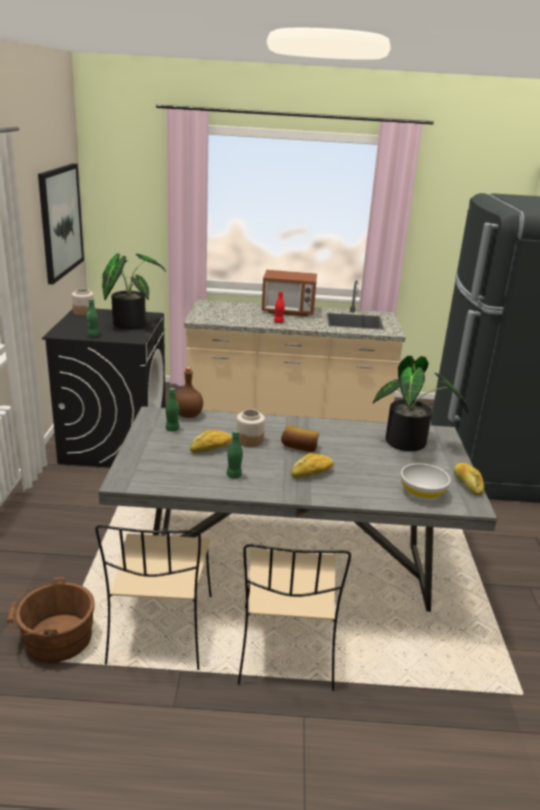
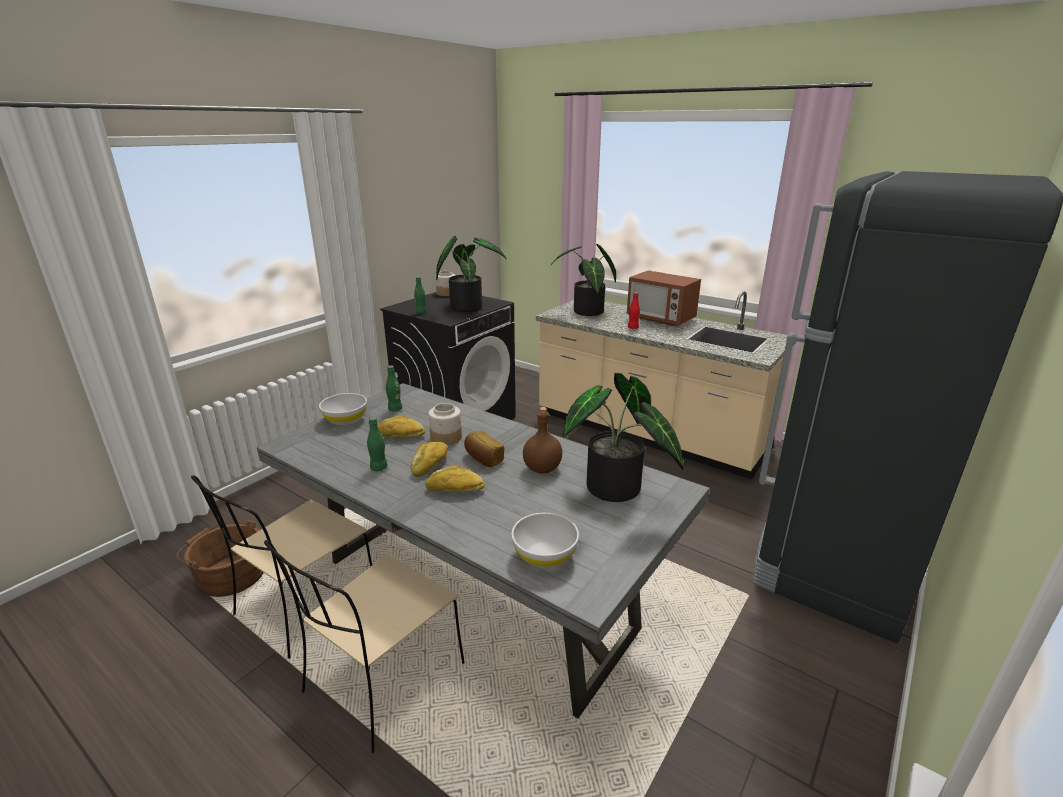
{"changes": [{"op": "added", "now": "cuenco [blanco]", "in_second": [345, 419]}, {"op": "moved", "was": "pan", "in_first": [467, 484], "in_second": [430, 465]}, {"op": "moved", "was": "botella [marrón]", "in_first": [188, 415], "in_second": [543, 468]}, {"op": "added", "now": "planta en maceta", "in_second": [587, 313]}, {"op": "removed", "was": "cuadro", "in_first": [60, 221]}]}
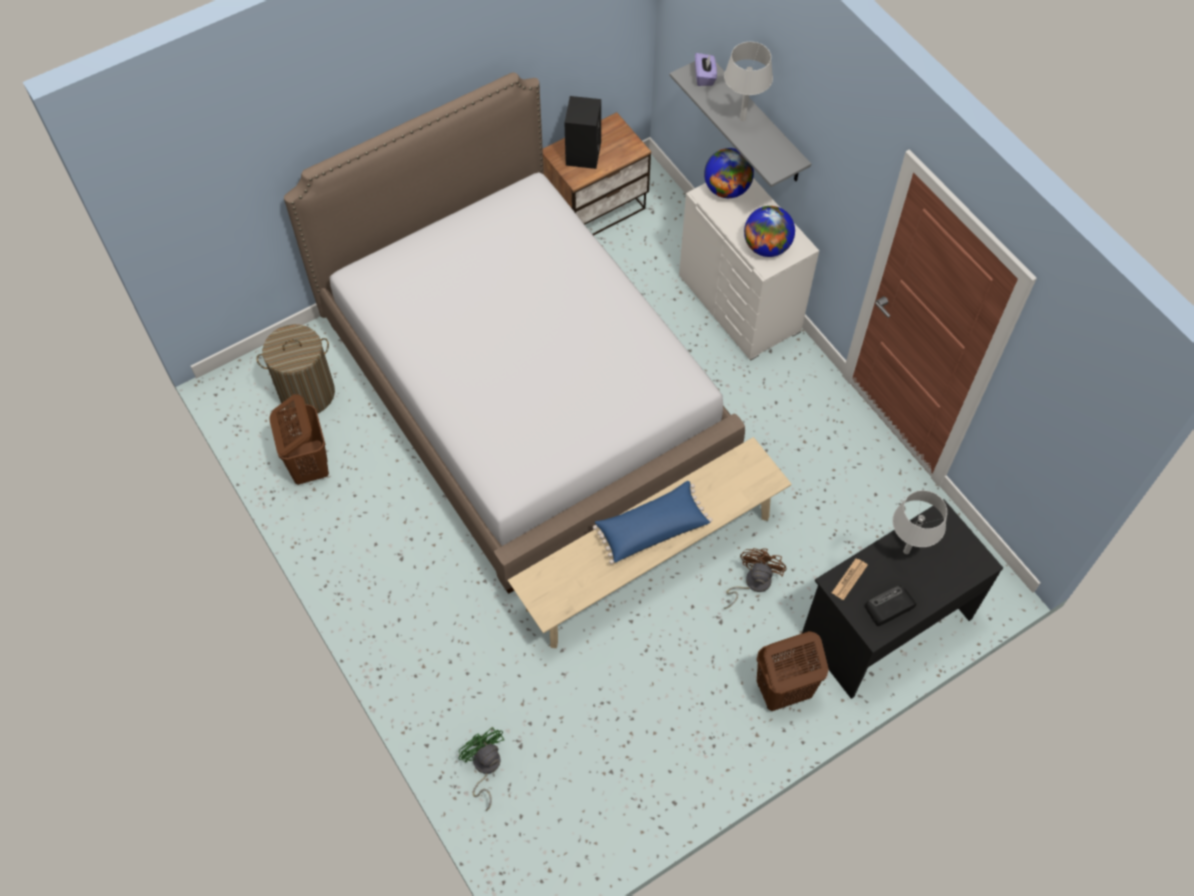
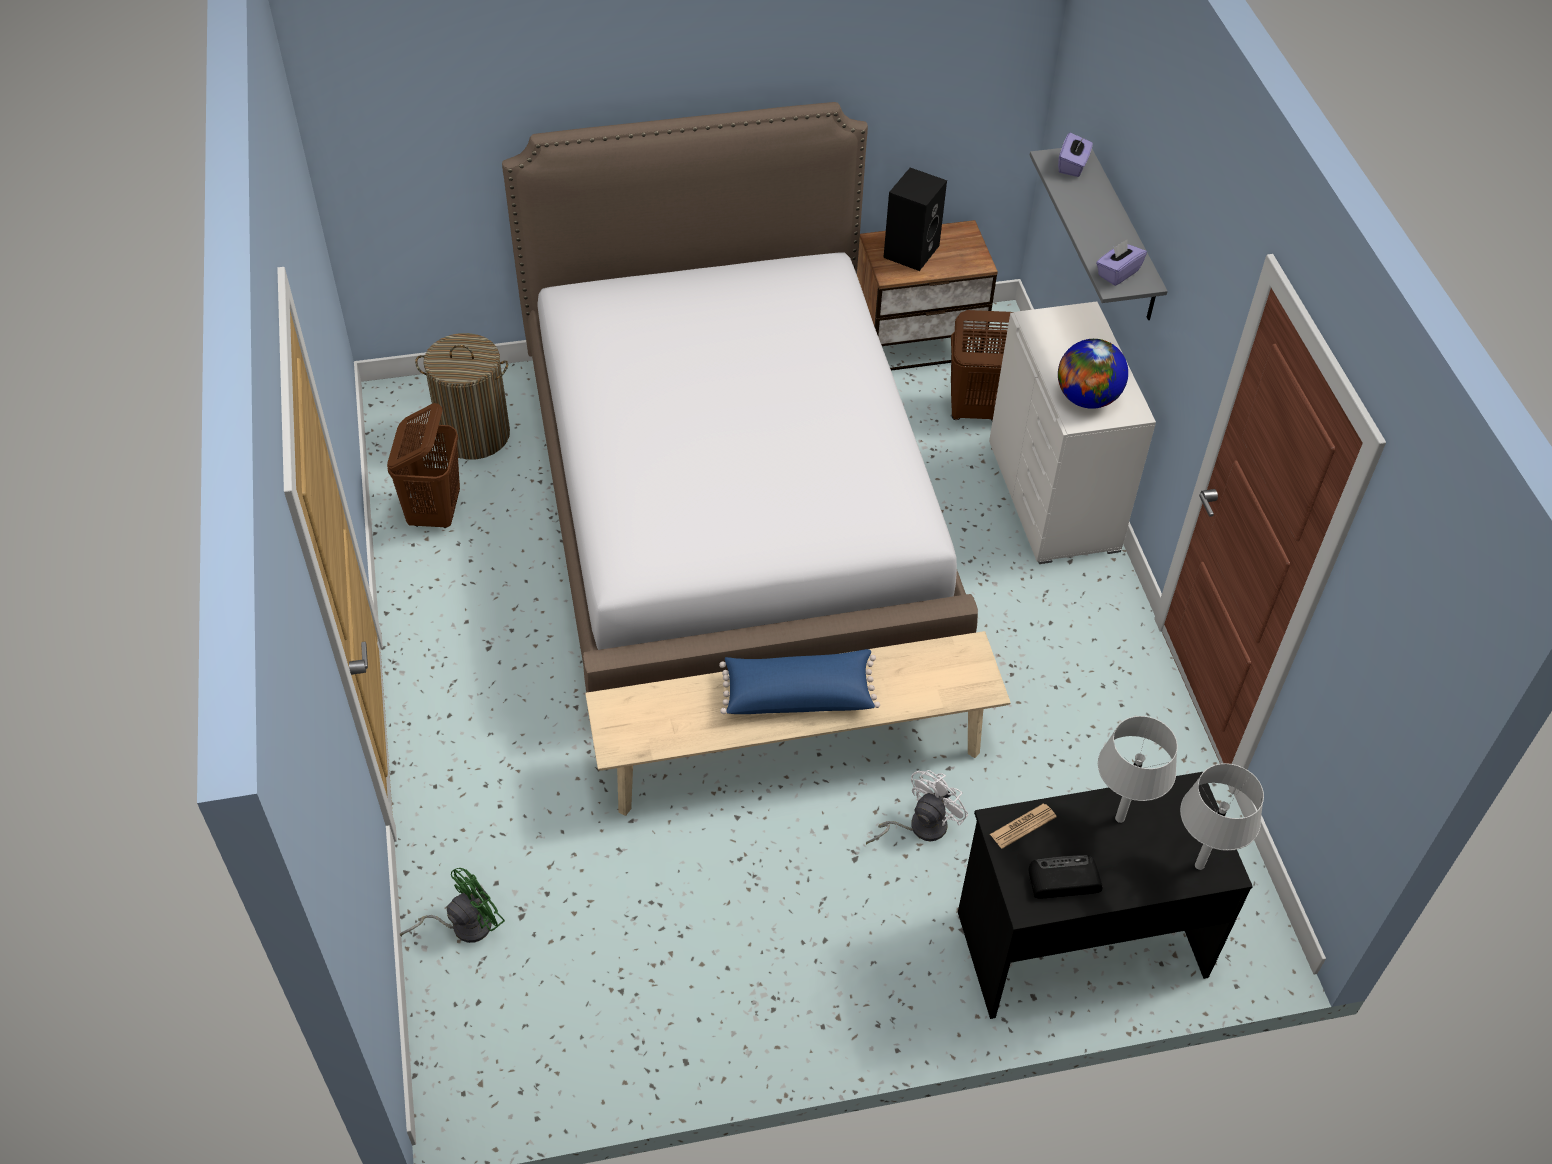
{"changes": [{"op": "turned", "was": "ventilador [verde]", "in_first": [484, 767], "in_second": [463, 925], "clockwise": 60}, {"op": "recoloured", "was": "ventilador [marrón]", "now": "ventilador [blanco]", "in_first": [752, 583], "in_second": [919, 826]}, {"op": "moved", "was": "cesto de la ropa [marrón]", "in_first": [782, 691], "in_second": [976, 411]}, {"op": "added", "now": "caja de pañuelos [morado]", "in_second": [1117, 273]}, {"op": "moved", "was": "lámpara de mesa [gris]", "in_first": [742, 119], "in_second": [1199, 865]}, {"op": "removed", "was": "globo terráqueo", "in_first": [726, 189]}]}
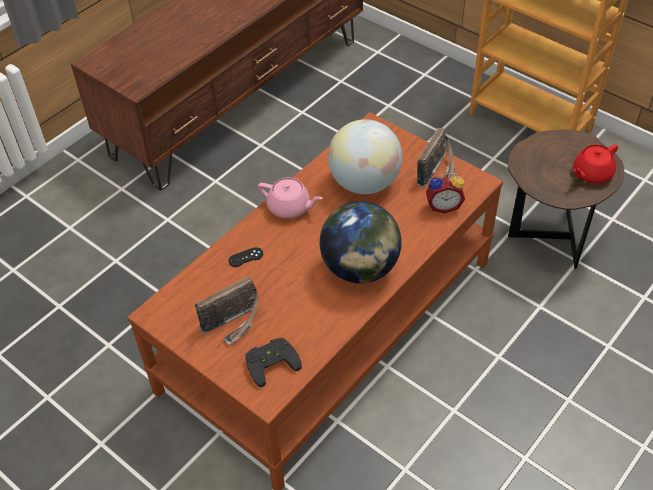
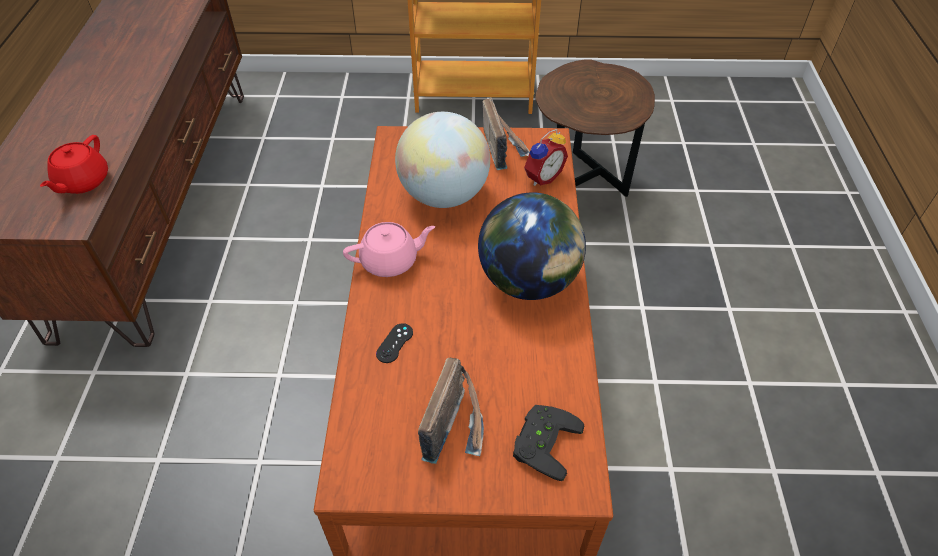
{"changes": [{"op": "moved", "was": "tetera [rojo]", "in_first": [591, 173], "in_second": [82, 182]}]}
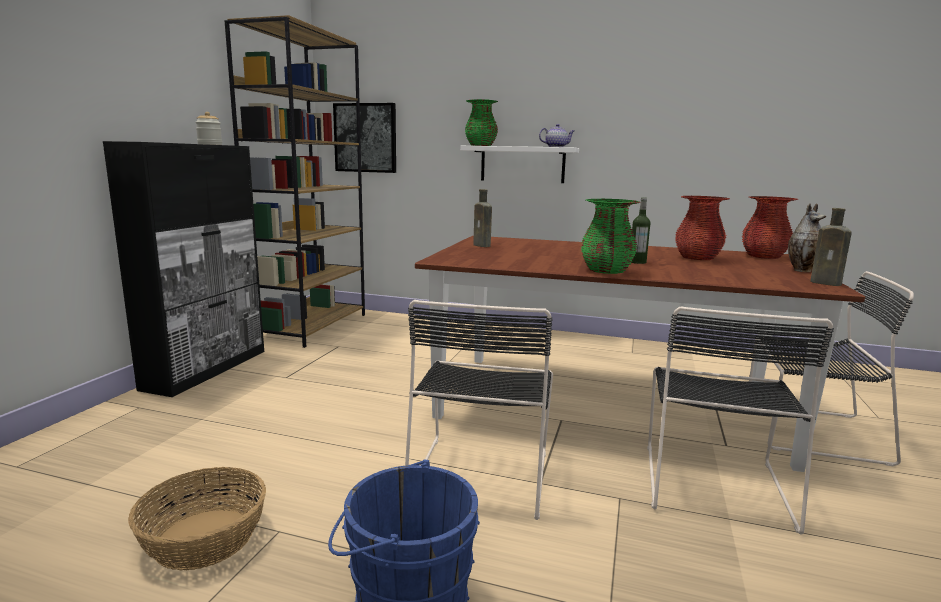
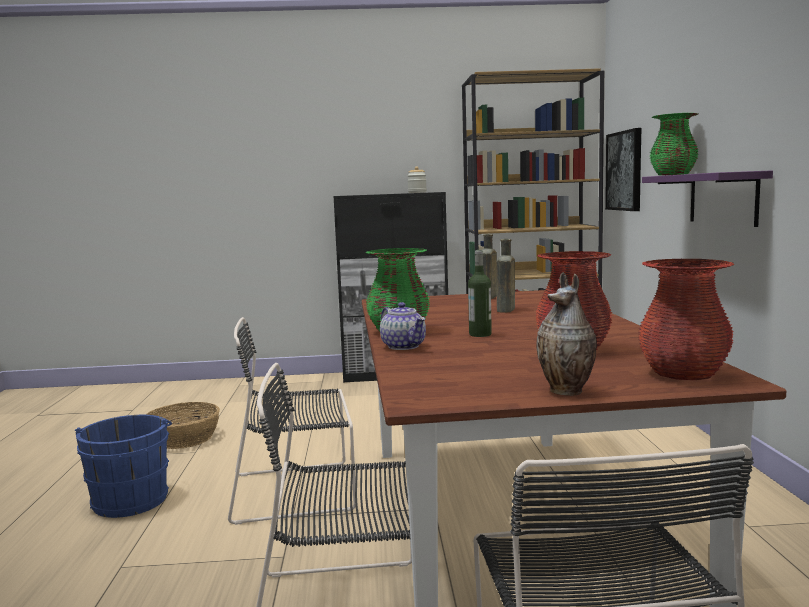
{"changes": [{"op": "moved", "was": "tetera", "in_first": [556, 147], "in_second": [404, 346]}, {"op": "moved", "was": "botella [marrón]", "in_first": [828, 283], "in_second": [505, 310]}, {"op": "recoloured", "was": "estante [blanco]", "now": "estante [morado]", "in_first": [522, 164], "in_second": [723, 198]}]}
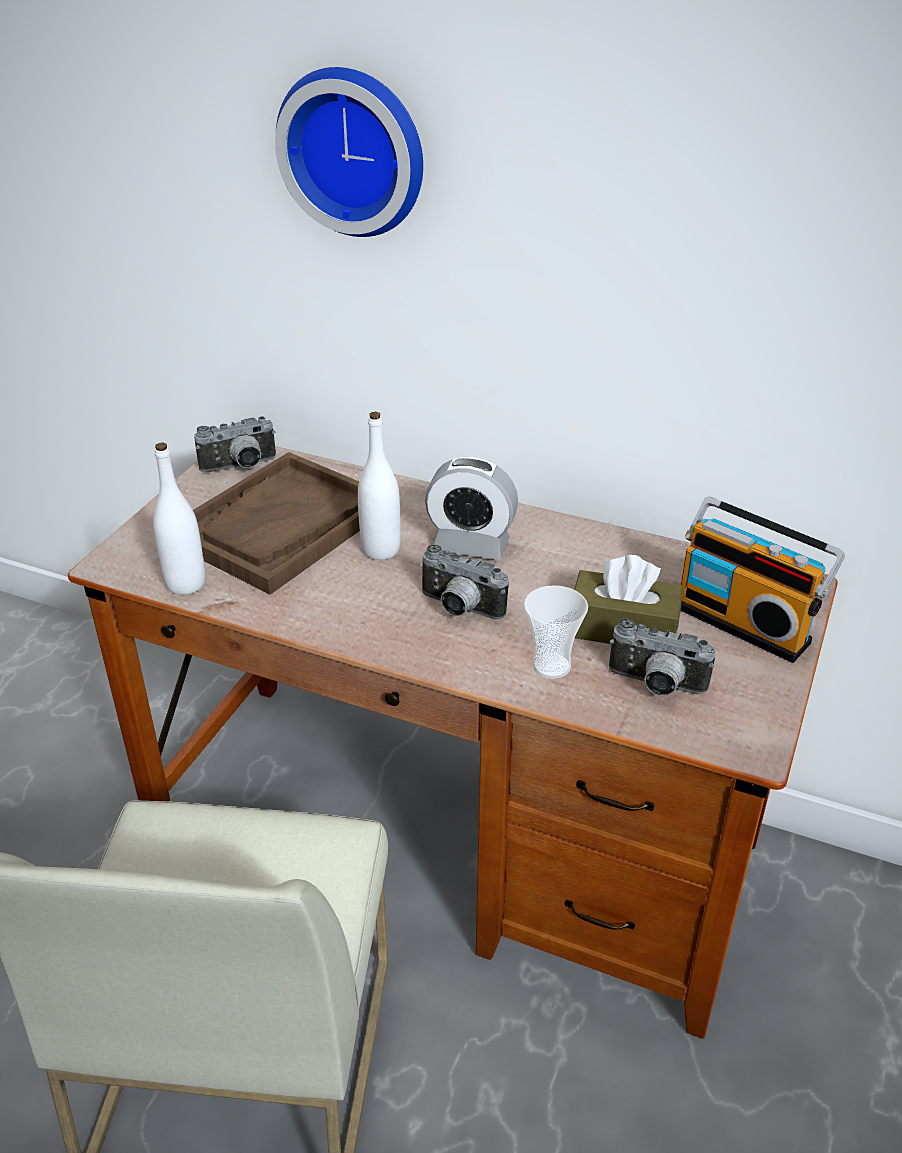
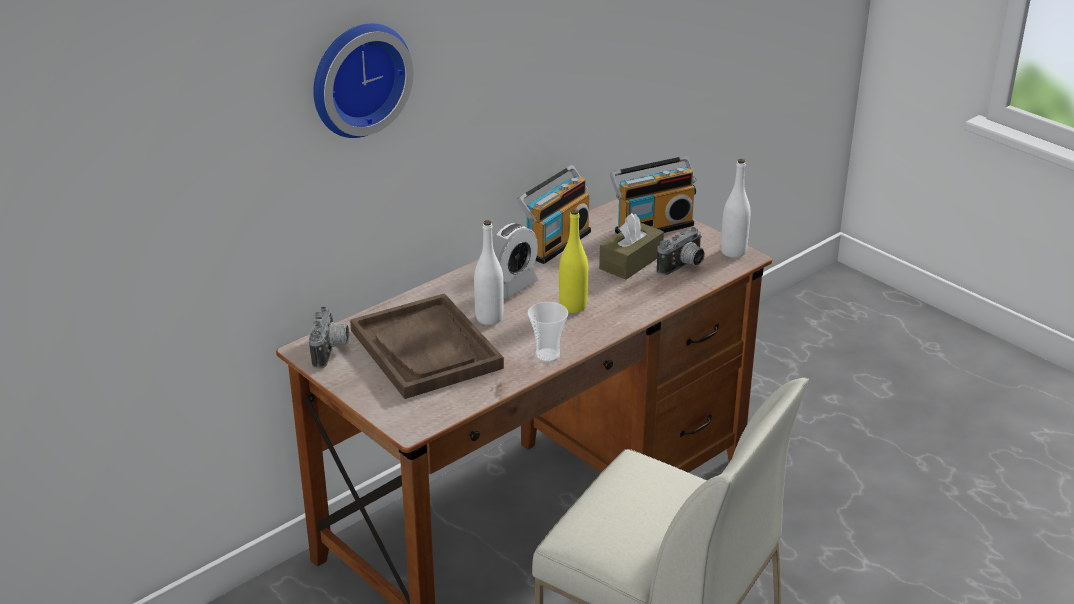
{"changes": [{"op": "added", "now": "radio", "in_second": [555, 243]}, {"op": "moved", "was": "taza", "in_first": [551, 666], "in_second": [547, 355]}, {"op": "replaced", "was": "cámara", "now": "botella [amarillo]", "in_first": [458, 609], "in_second": [573, 306]}, {"op": "moved", "was": "botella [blanco]", "in_first": [185, 584], "in_second": [733, 252]}]}
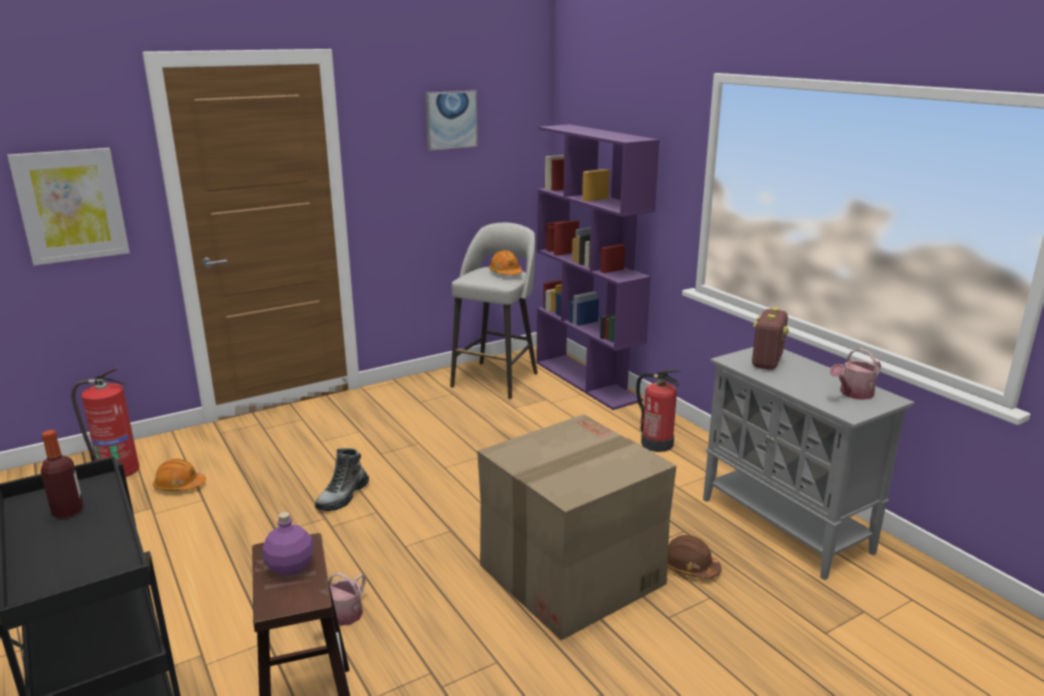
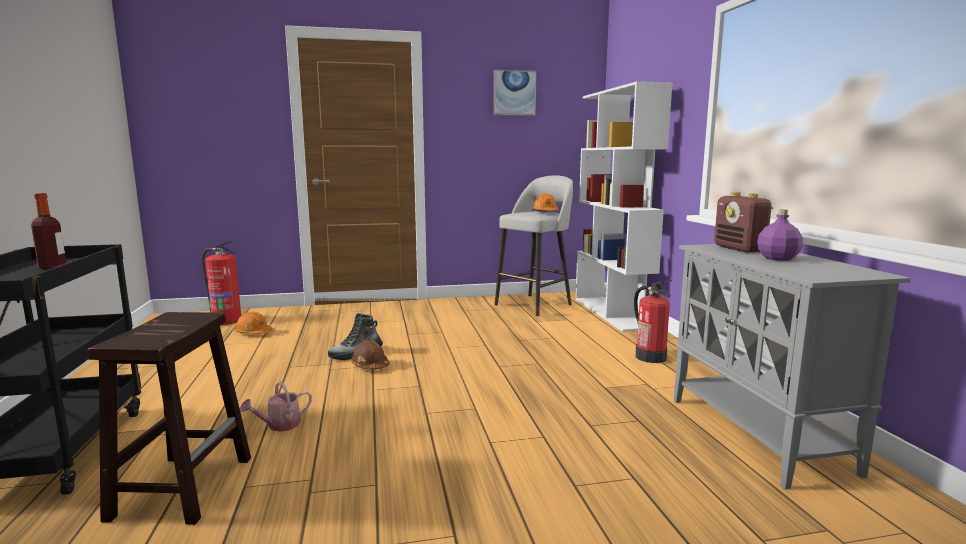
{"changes": [{"op": "moved", "was": "casco [marrón]", "in_first": [689, 567], "in_second": [370, 365]}, {"op": "recoloured", "was": "estantería [morado]", "now": "estantería [blanco]", "in_first": [588, 381], "in_second": [612, 313]}, {"op": "turned", "was": "radio", "in_first": [766, 361], "in_second": [739, 249], "clockwise": 120}, {"op": "moved", "was": "botella [morado]", "in_first": [291, 566], "in_second": [778, 258]}, {"op": "removed", "was": "cuadro", "in_first": [71, 205]}, {"op": "removed", "was": "caja de cartón", "in_first": [570, 575]}, {"op": "removed", "was": "regadera", "in_first": [853, 394]}]}
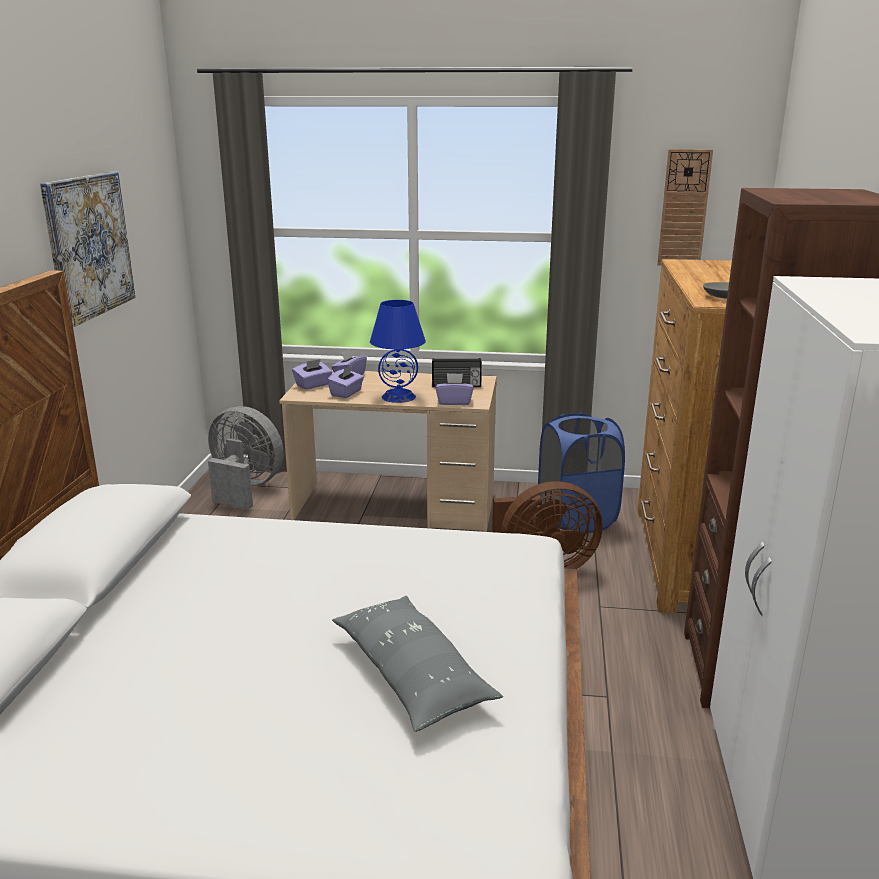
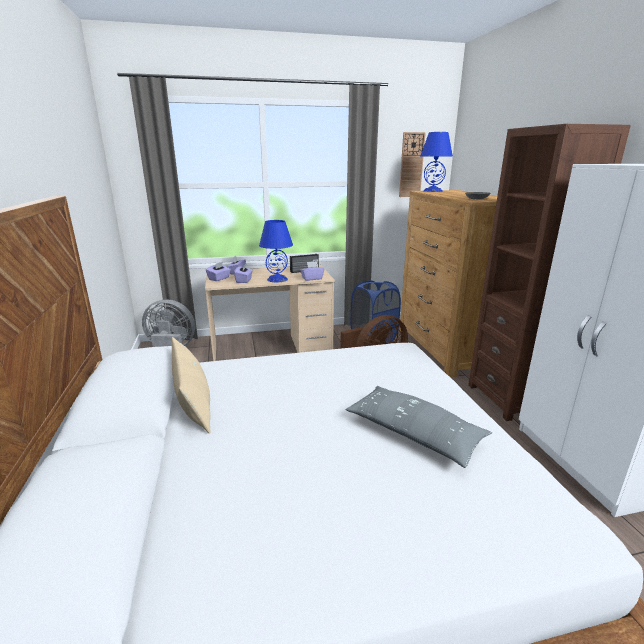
{"changes": [{"op": "added", "now": "cojín [beis]", "in_second": [193, 402]}, {"op": "added", "now": "lámpara de mesa [azul]", "in_second": [433, 191]}, {"op": "removed", "was": "cuadro", "in_first": [88, 246]}]}
